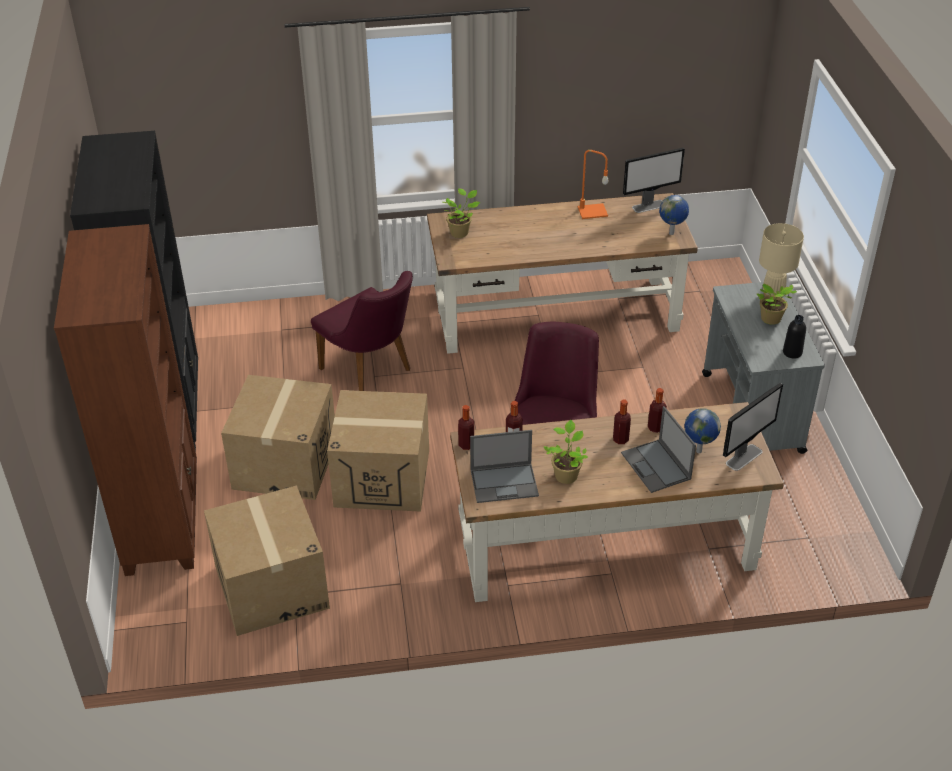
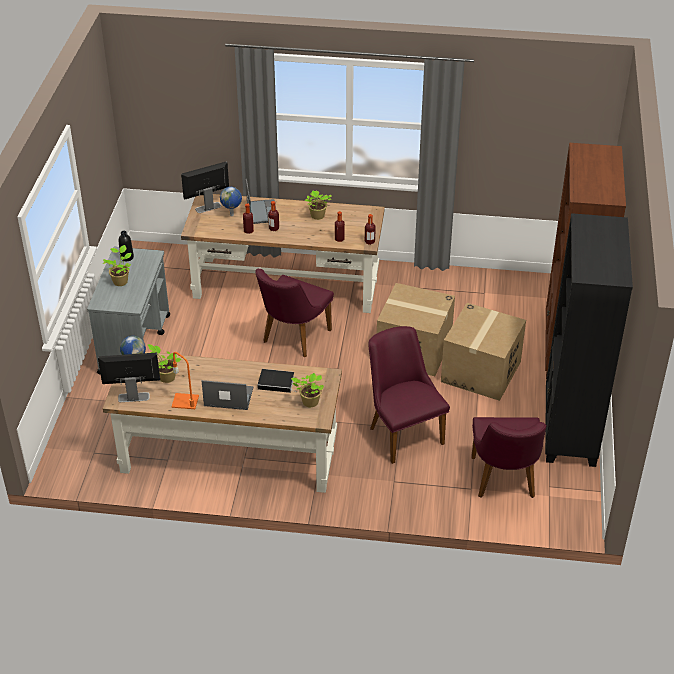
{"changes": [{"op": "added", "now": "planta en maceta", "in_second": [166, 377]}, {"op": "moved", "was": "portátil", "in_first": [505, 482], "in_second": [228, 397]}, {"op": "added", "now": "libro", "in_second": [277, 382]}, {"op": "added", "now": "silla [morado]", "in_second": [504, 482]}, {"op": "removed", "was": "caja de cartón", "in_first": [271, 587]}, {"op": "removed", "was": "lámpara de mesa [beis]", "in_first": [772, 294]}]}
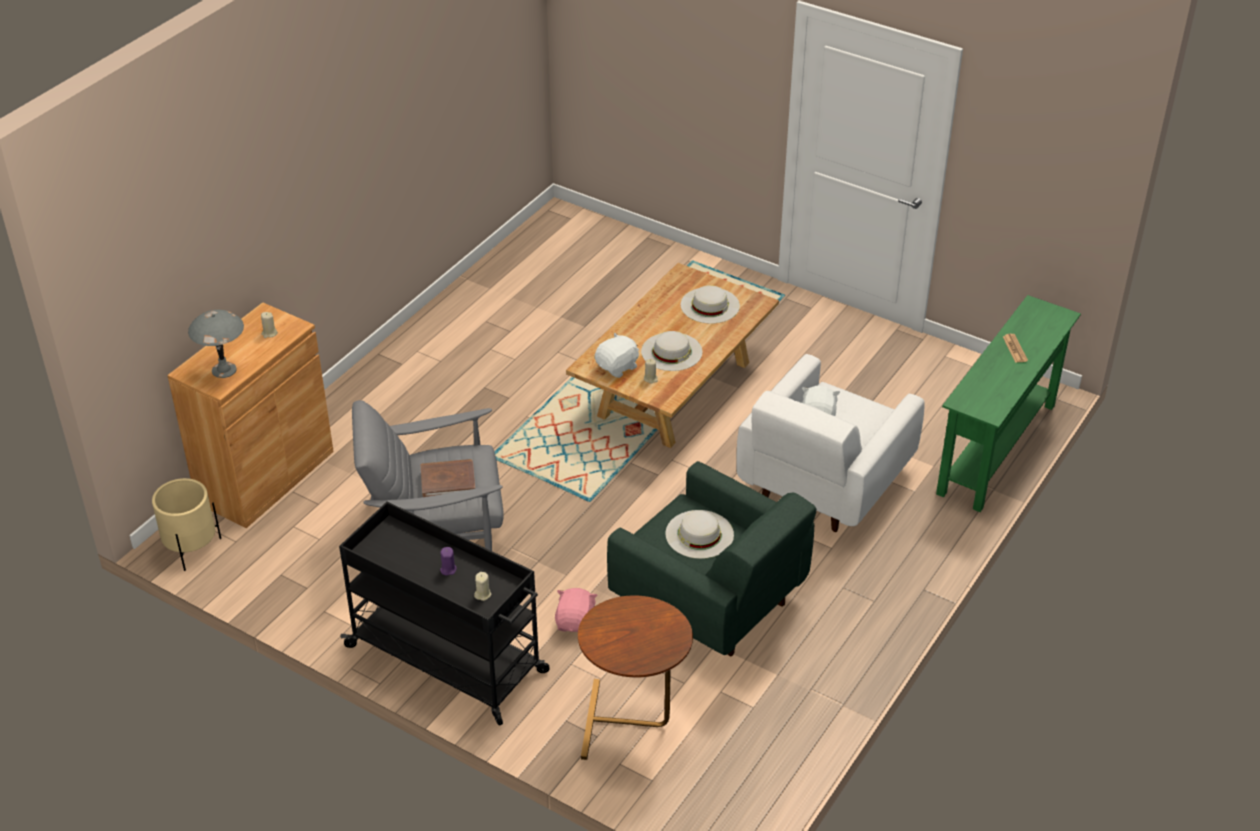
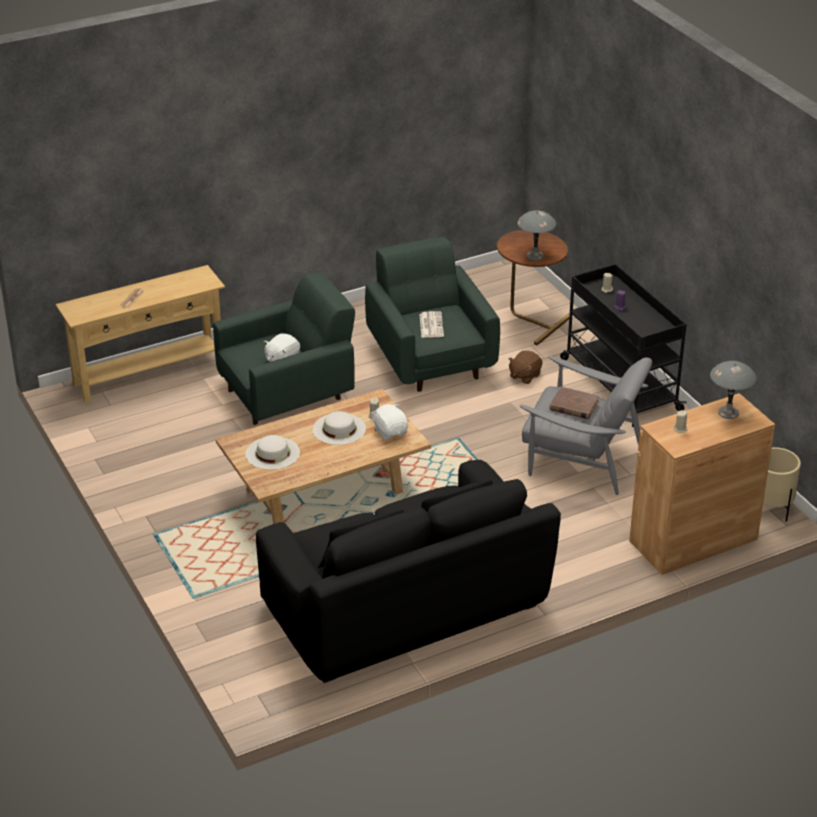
{"changes": [{"op": "recoloured", "was": "mesa consola [verde]", "now": "mesa consola [beis]", "in_first": [997, 449], "in_second": [148, 372]}, {"op": "recoloured", "was": "sillón [blanco]", "now": "sillón [verde]", "in_first": [823, 483], "in_second": [288, 393]}, {"op": "added", "now": "sofá [negro]", "in_second": [405, 608]}, {"op": "turned", "was": "peluche [blanco]", "in_first": [617, 367], "in_second": [390, 432], "clockwise": 75}, {"op": "replaced", "was": "sombrero [blanco]", "now": "periódico", "in_first": [699, 534], "in_second": [431, 325]}, {"op": "recoloured", "was": "peluche [rosa]", "now": "peluche [marrón]", "in_first": [576, 622], "in_second": [524, 376]}, {"op": "added", "now": "lámpara de mesa [gris]", "in_second": [535, 255]}]}
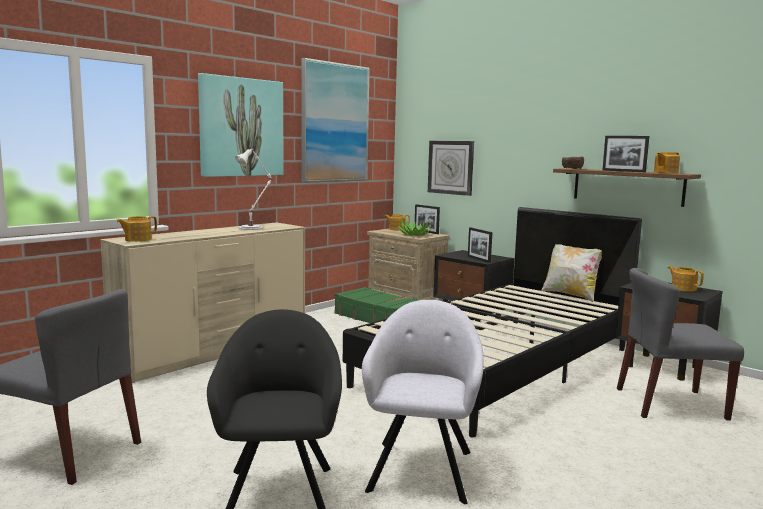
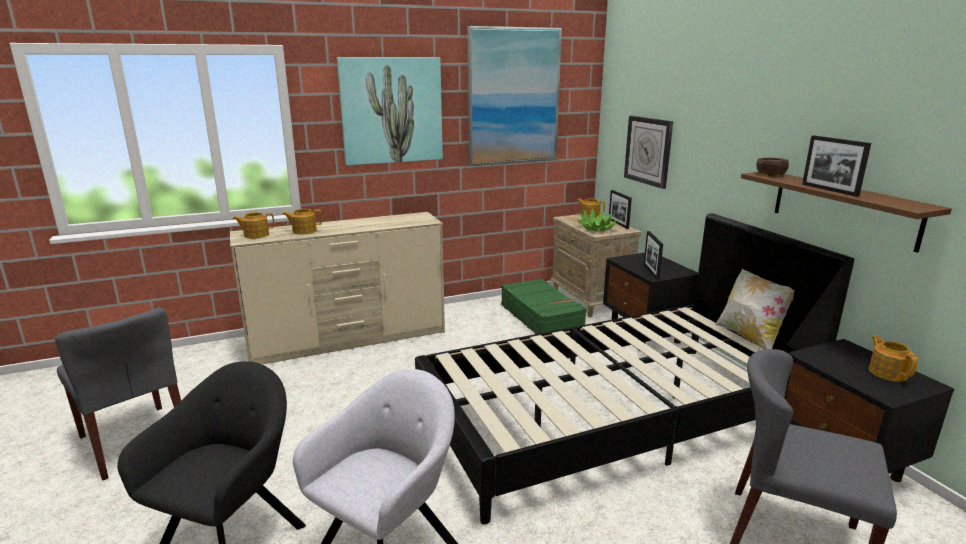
{"changes": [{"op": "moved", "was": "tetera", "in_first": [665, 173], "in_second": [304, 231]}, {"op": "removed", "was": "lámpara de mesa [blanco]", "in_first": [252, 228]}]}
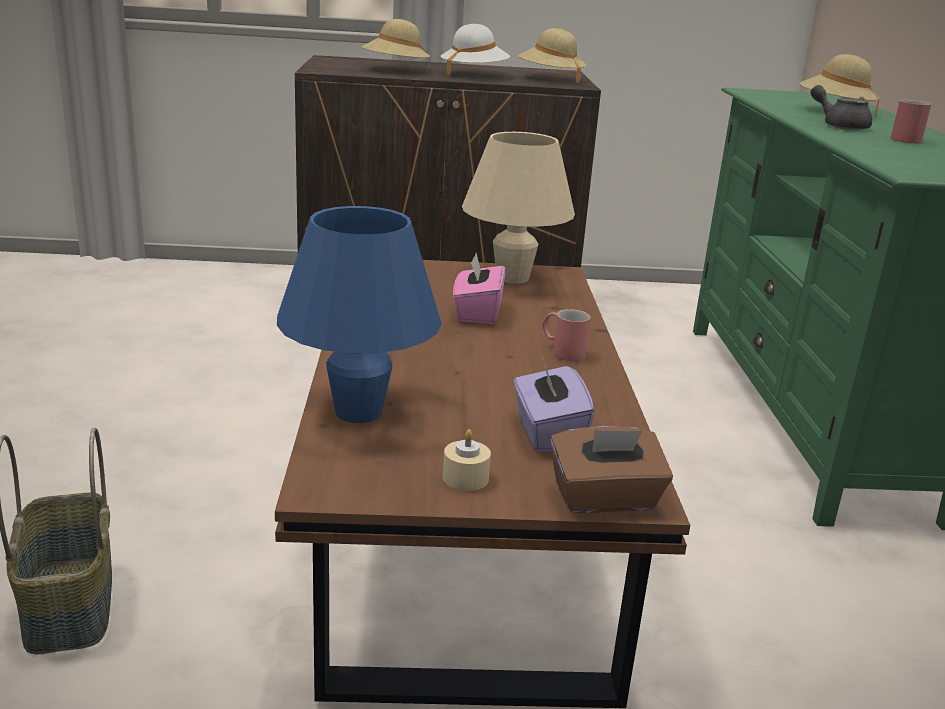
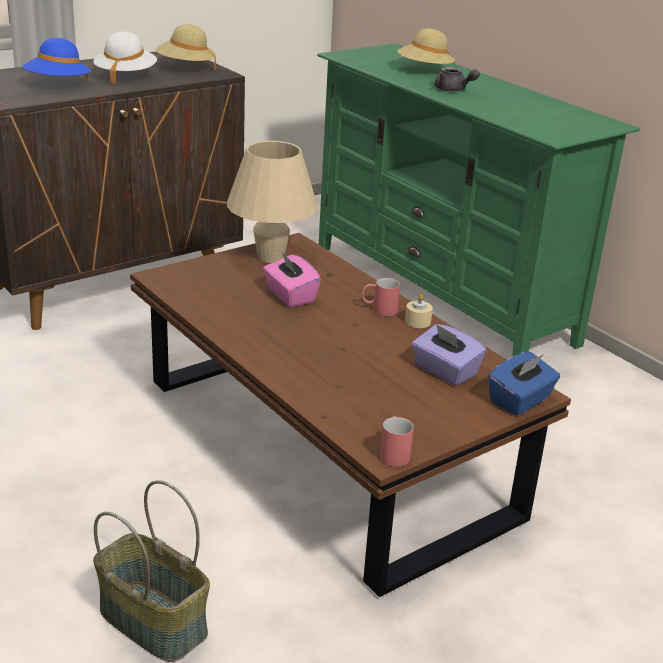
{"changes": [{"op": "recoloured", "was": "sombrero [beis]", "now": "sombrero [azul]", "in_first": [395, 69], "in_second": [58, 85]}, {"op": "moved", "was": "taza grande [rojo]", "in_first": [906, 139], "in_second": [393, 453]}, {"op": "moved", "was": "vela [beis]", "in_first": [465, 478], "in_second": [418, 321]}, {"op": "turned", "was": "tetera [gris]", "in_first": [840, 126], "in_second": [453, 90], "clockwise": -150}, {"op": "recoloured", "was": "caja de pañuelos [marrón]", "now": "caja de pañuelos [azul]", "in_first": [605, 499], "in_second": [520, 401]}, {"op": "removed", "was": "lámpara de mesa [azul]", "in_first": [359, 412]}]}
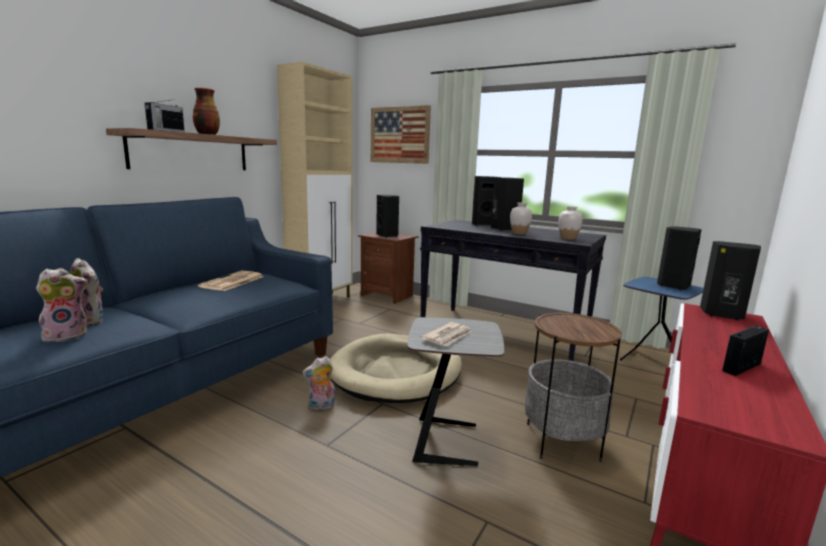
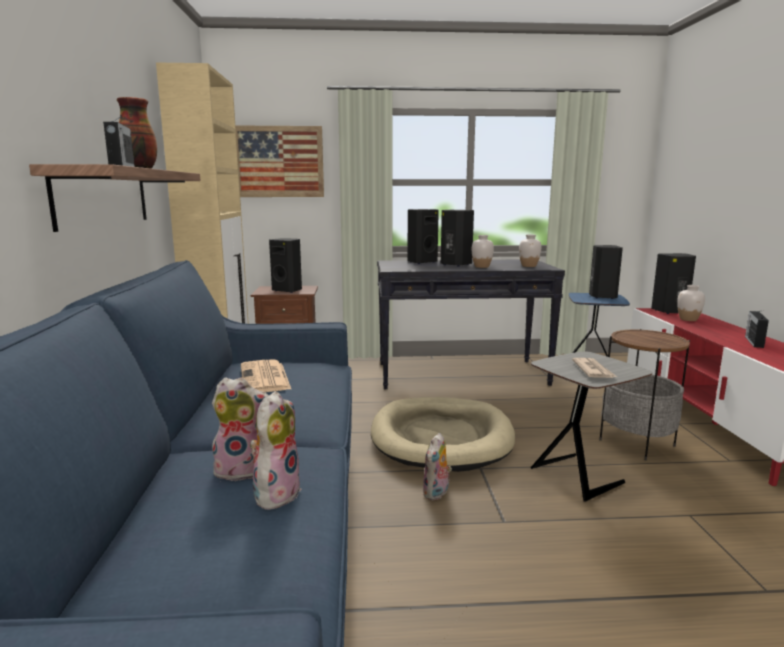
{"changes": [{"op": "added", "now": "florero [blanco]", "in_second": [688, 319]}]}
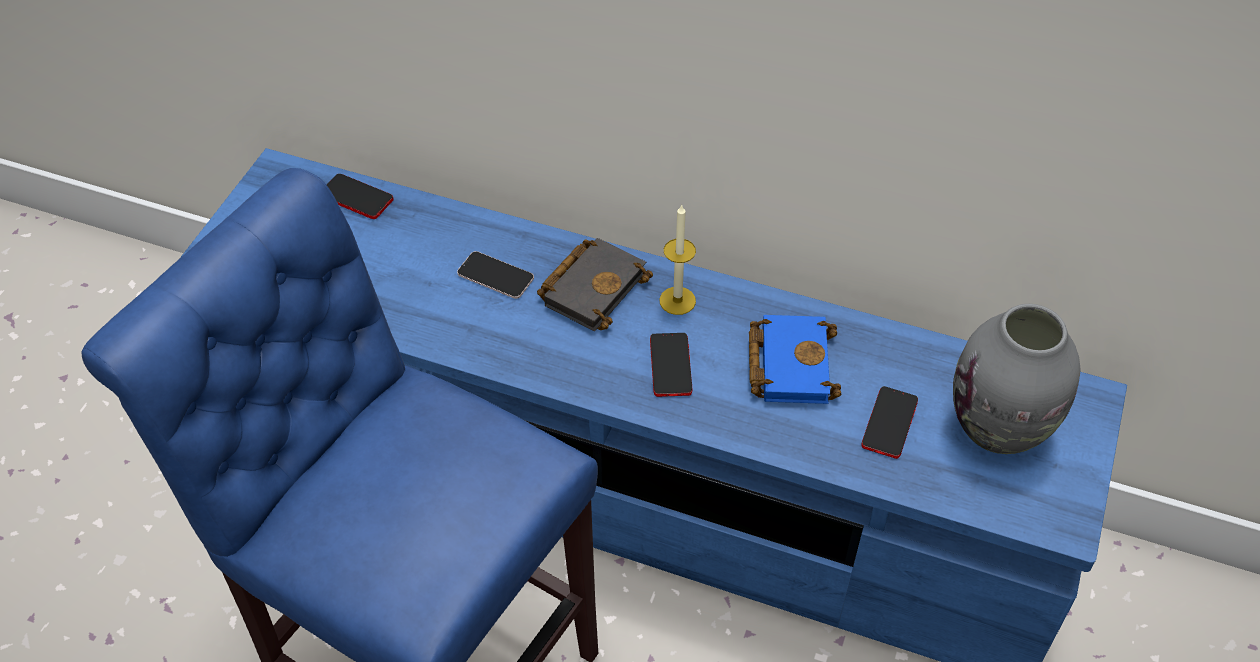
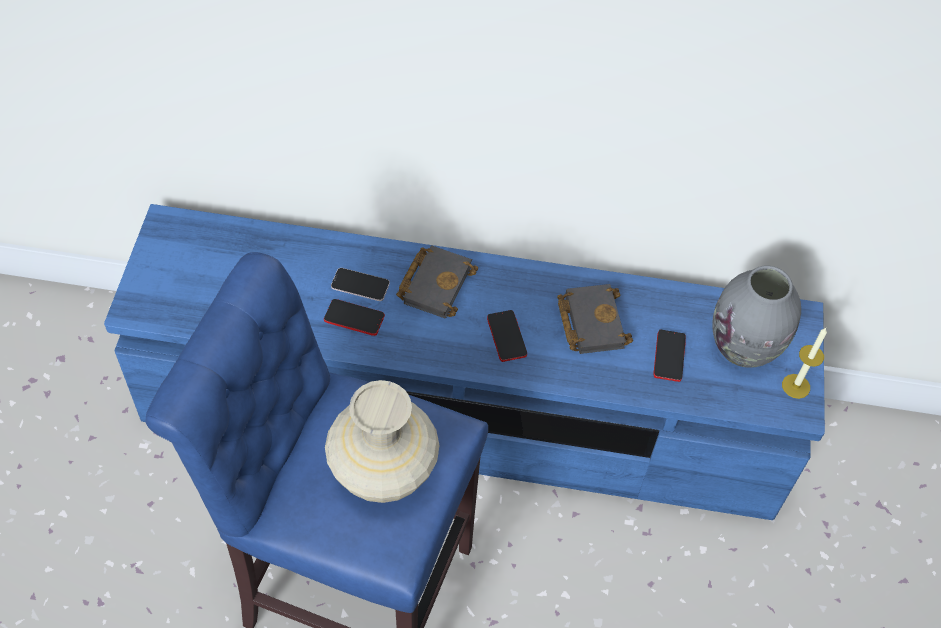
{"changes": [{"op": "moved", "was": "móvil", "in_first": [356, 198], "in_second": [354, 318]}, {"op": "added", "now": "florero [beis]", "in_second": [382, 473]}, {"op": "recoloured", "was": "libro [azul]", "now": "libro [negro]", "in_first": [789, 362], "in_second": [590, 321]}, {"op": "moved", "was": "vela", "in_first": [677, 300], "in_second": [796, 386]}]}
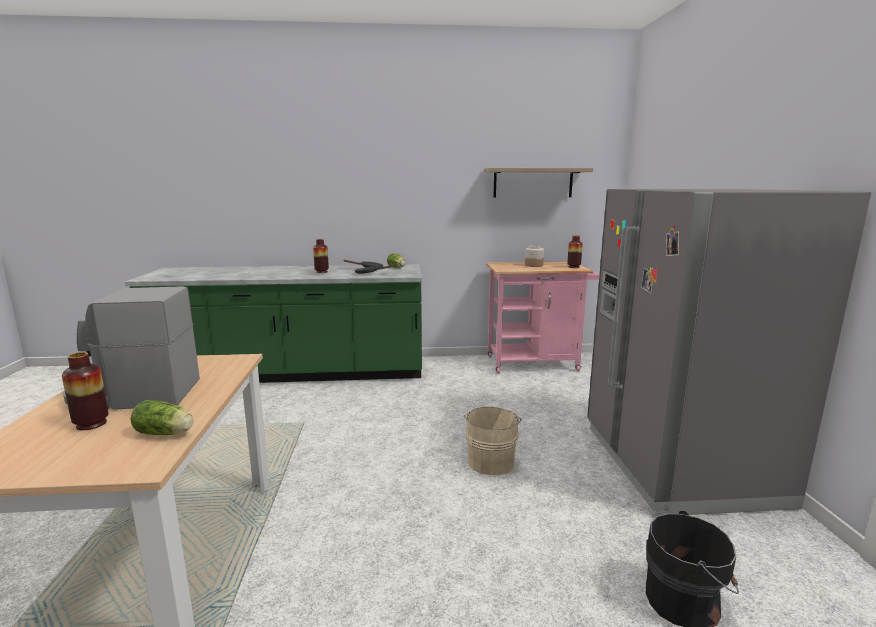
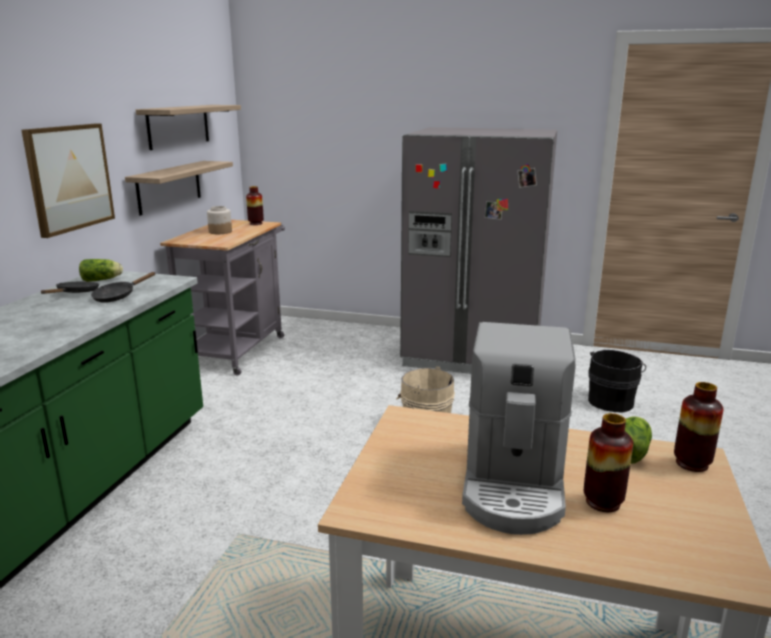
{"changes": [{"op": "added", "now": "cuadro", "in_second": [69, 178]}, {"op": "added", "now": "estante", "in_second": [169, 187]}, {"op": "recoloured", "was": "carrito [rosa]", "now": "carrito [gris]", "in_first": [538, 363], "in_second": [238, 349]}, {"op": "moved", "was": "florero", "in_first": [321, 272], "in_second": [691, 463]}]}
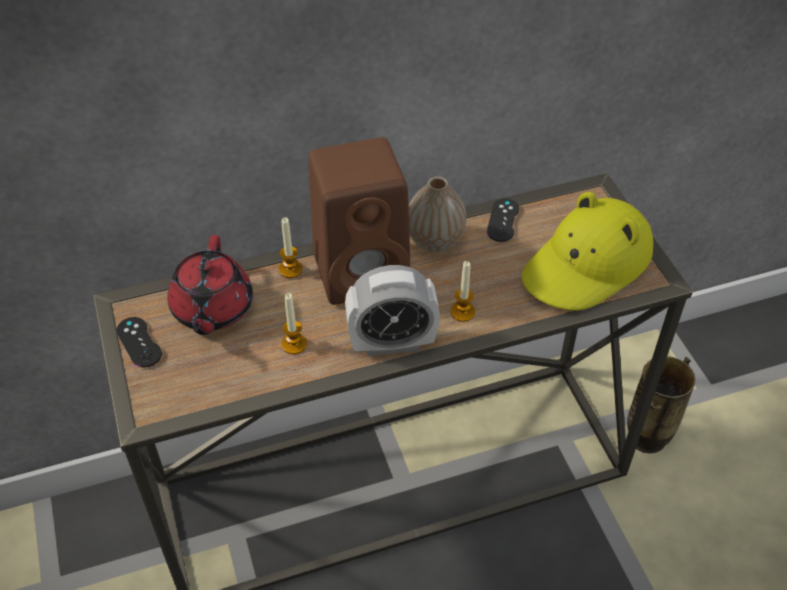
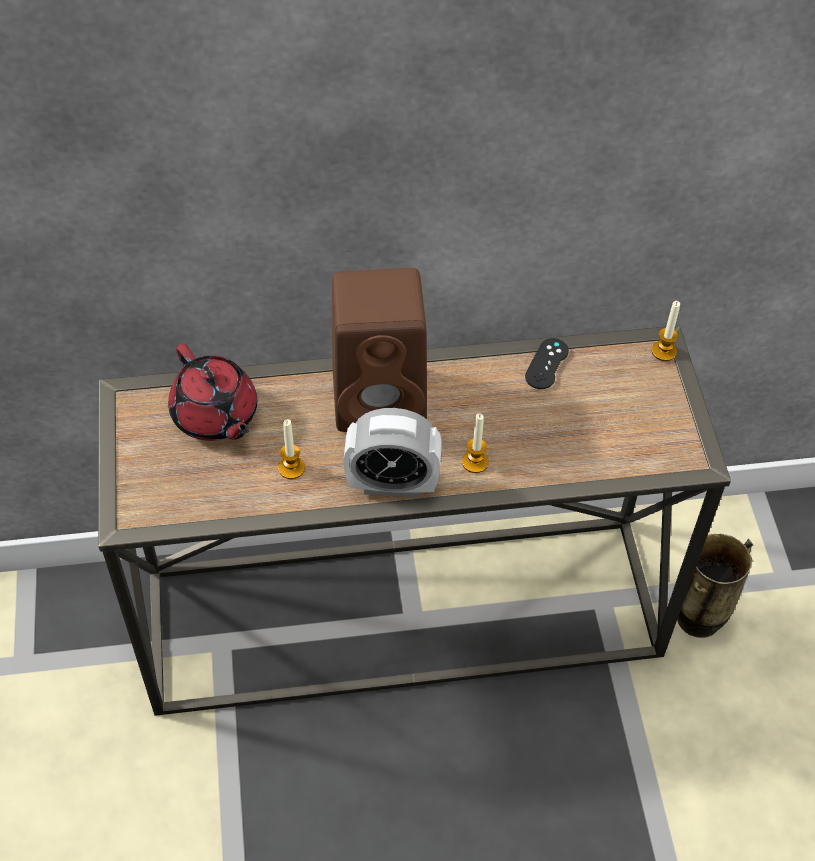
{"changes": [{"op": "turned", "was": "tetera [rojo]", "in_first": [212, 309], "in_second": [215, 416], "clockwise": -45}, {"op": "moved", "was": "vela", "in_first": [290, 269], "in_second": [664, 351]}, {"op": "removed", "was": "mando de consola [negro]", "in_first": [139, 342]}, {"op": "removed", "was": "florero", "in_first": [435, 241]}, {"op": "removed", "was": "sombrero [amarillo]", "in_first": [587, 265]}]}
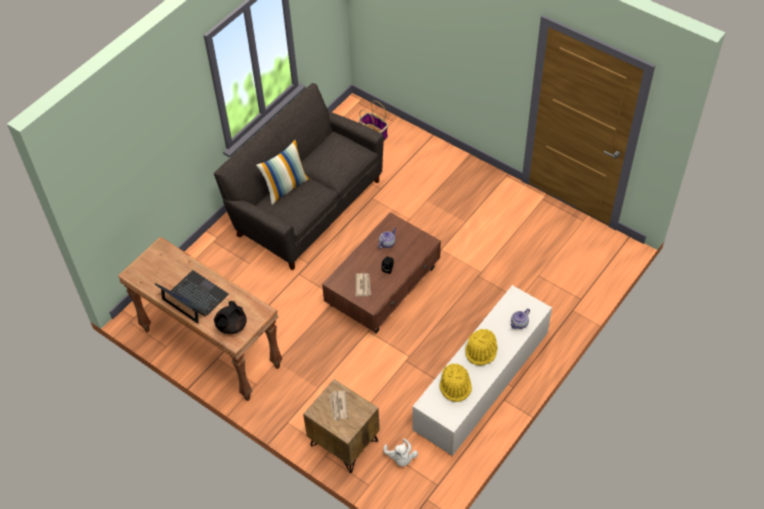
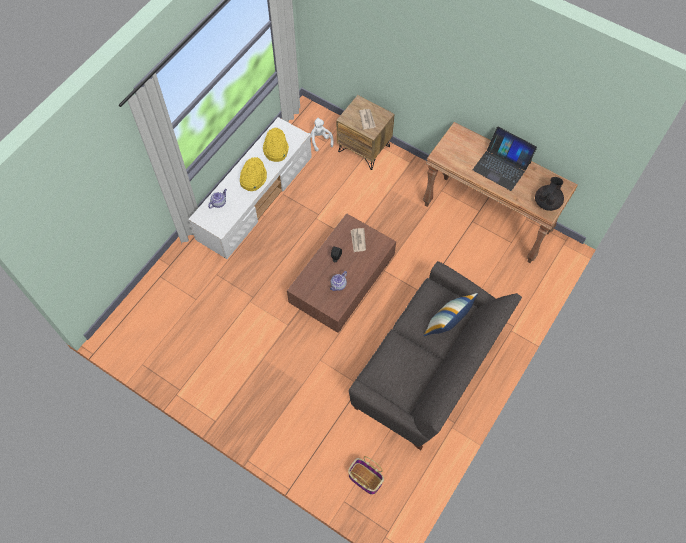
{"changes": [{"op": "moved", "was": "tetera [negro]", "in_first": [231, 326], "in_second": [547, 202]}]}
